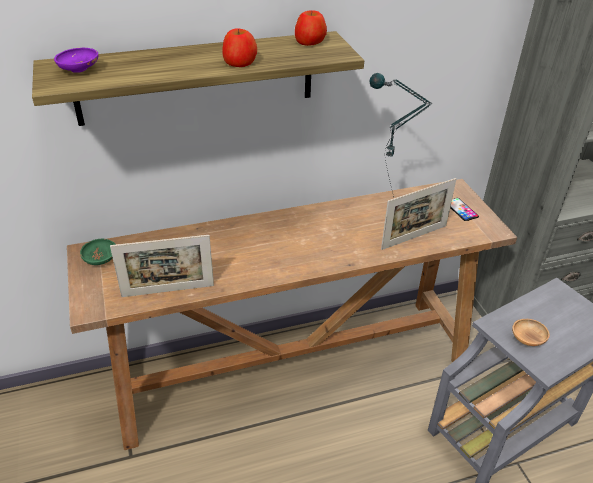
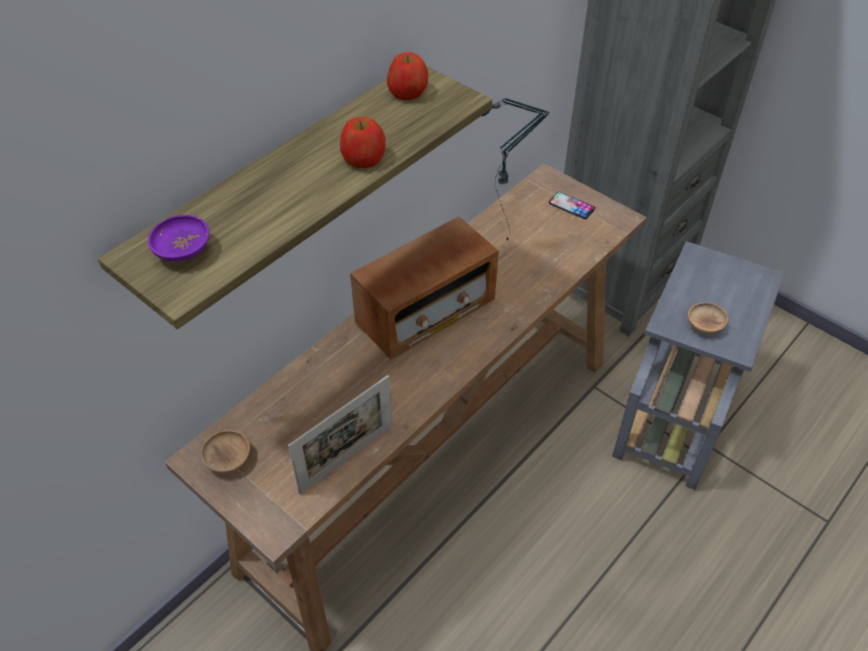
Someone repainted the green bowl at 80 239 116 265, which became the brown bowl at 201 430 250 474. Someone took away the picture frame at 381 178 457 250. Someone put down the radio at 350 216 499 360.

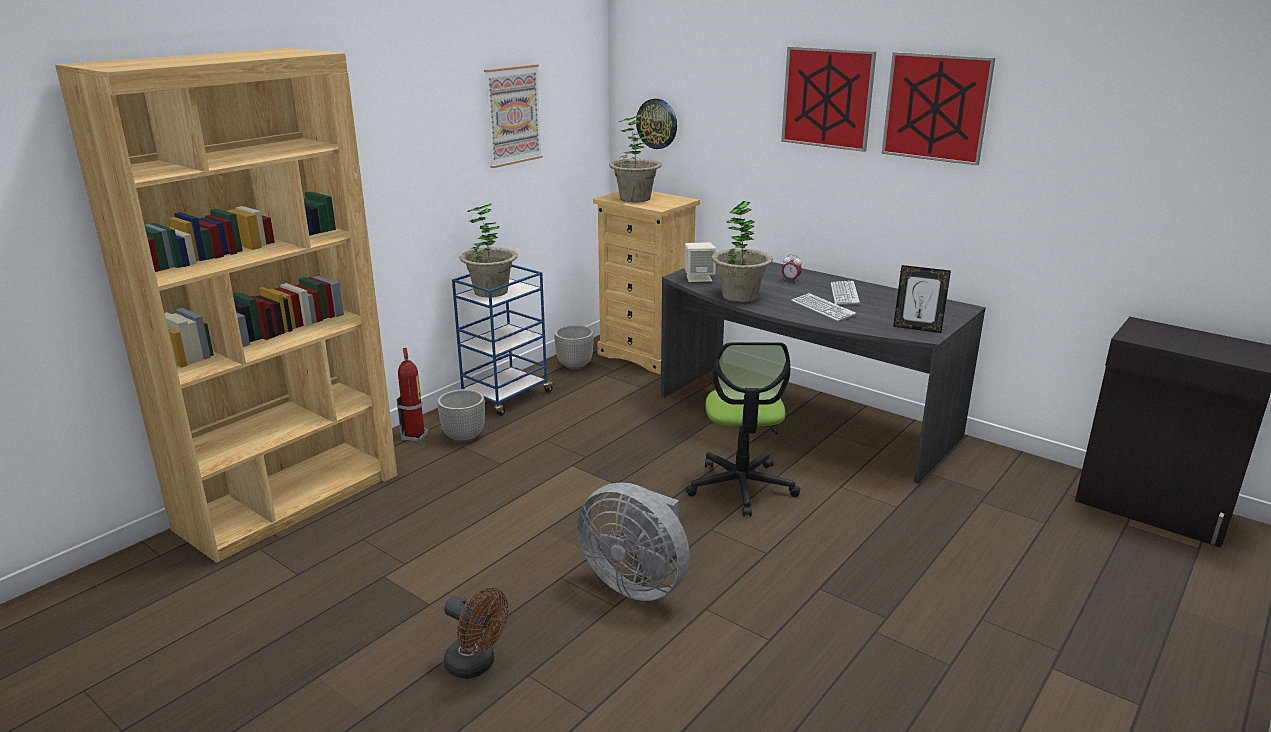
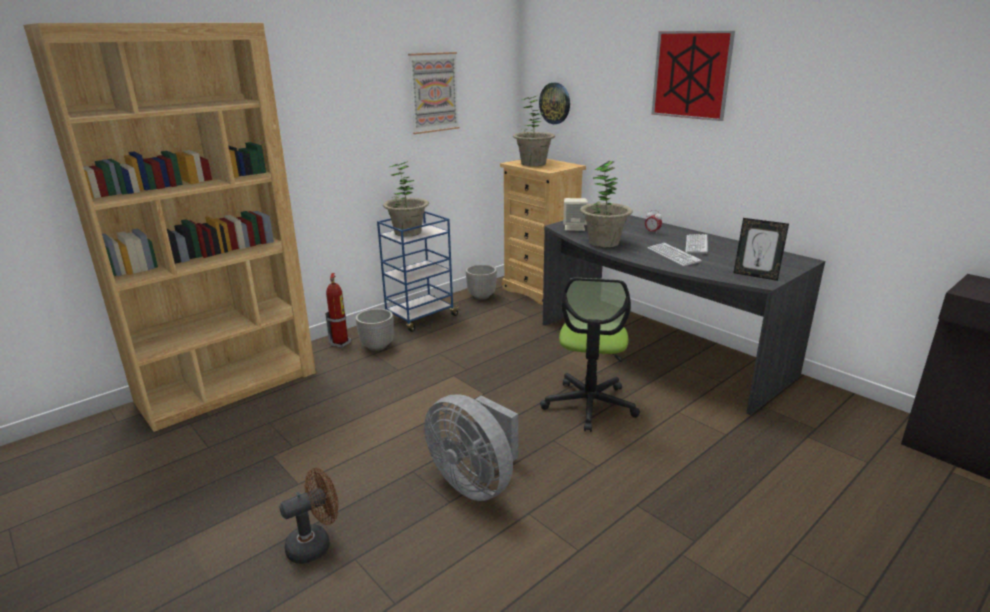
Someone rotated the brown fan at 444 587 508 679 by 75 degrees counterclockwise. Someone took away the picture at 882 52 995 165.

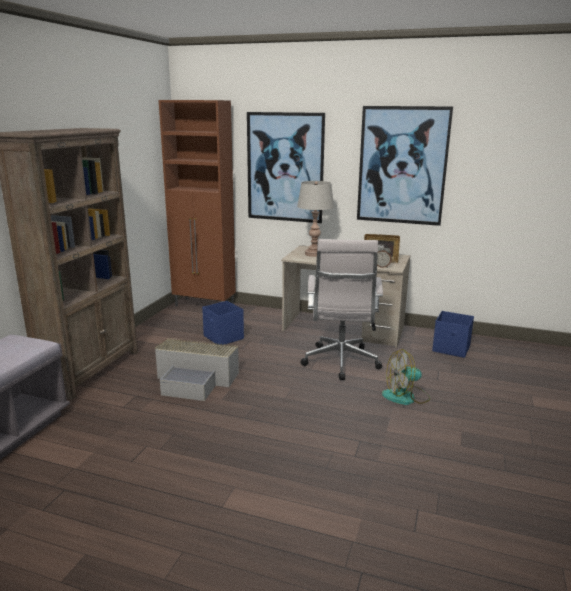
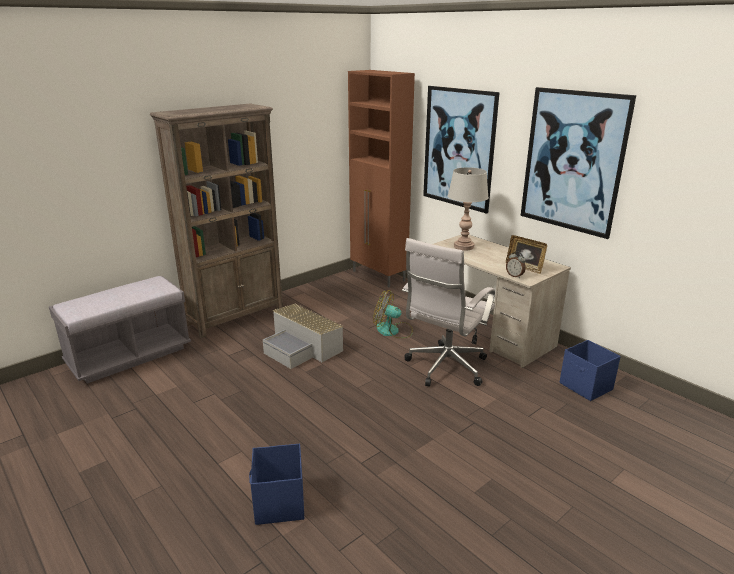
Someone carried the blue storage box from 202 301 244 345 to 249 444 304 525. Someone carried the fan from 382 349 430 405 to 373 290 413 338.

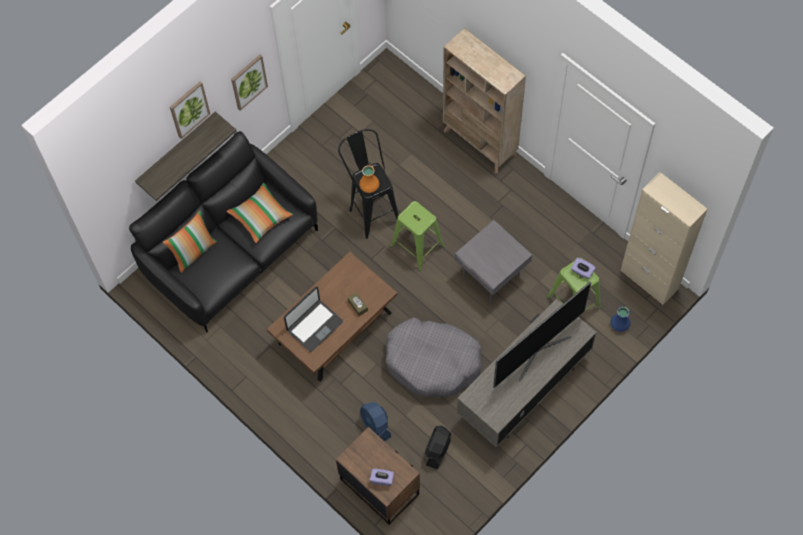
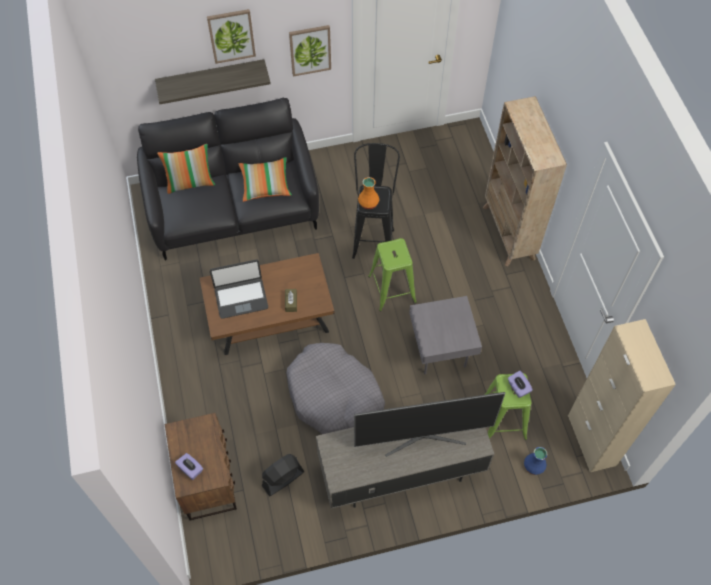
Someone took away the blue fan at 360 402 391 441.

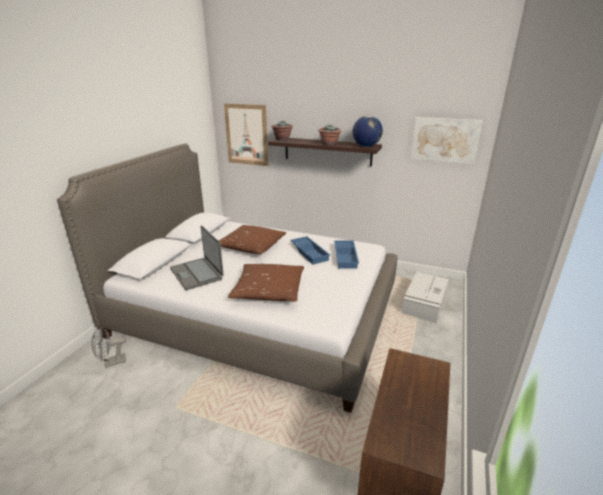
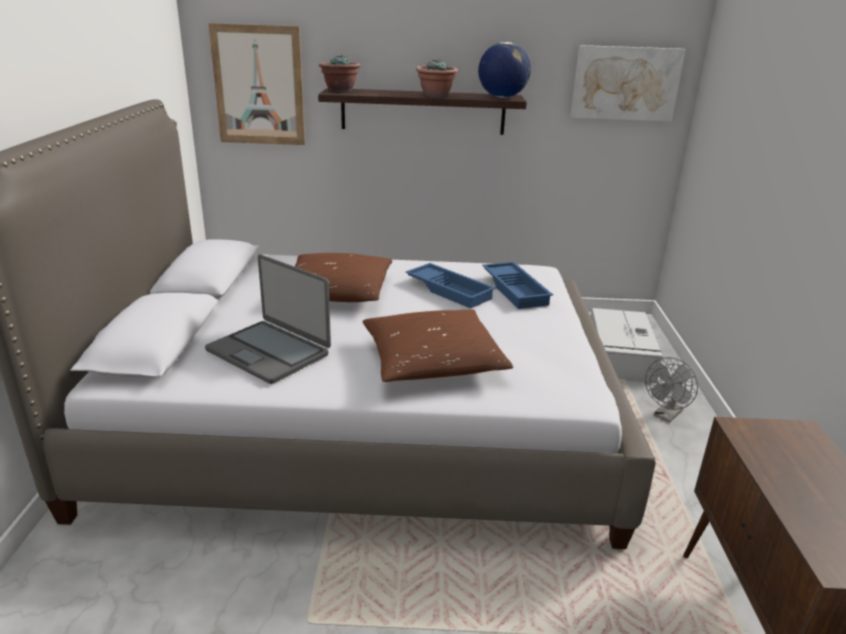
Someone carried the grey fan from 92 326 126 368 to 645 357 698 423.

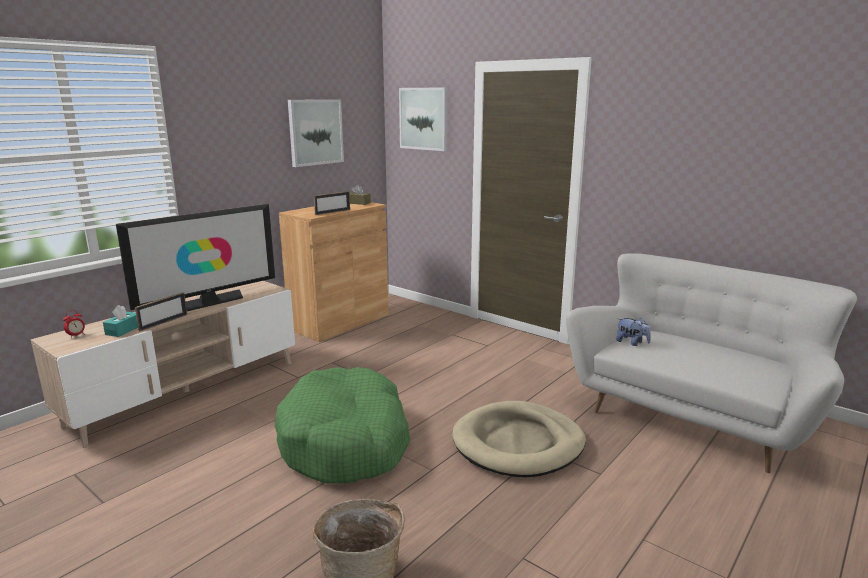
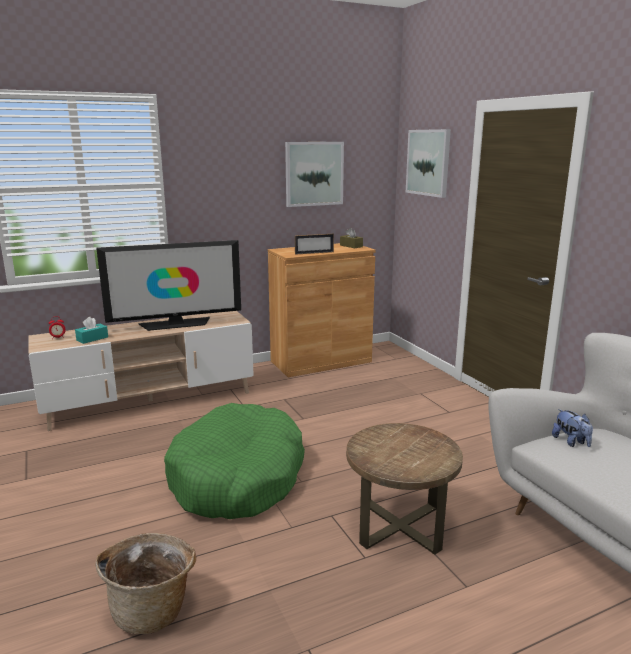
Someone took away the picture frame at 135 292 187 331. Someone swapped the beige dog bed at 452 401 586 478 for the brown side table at 346 423 463 555.

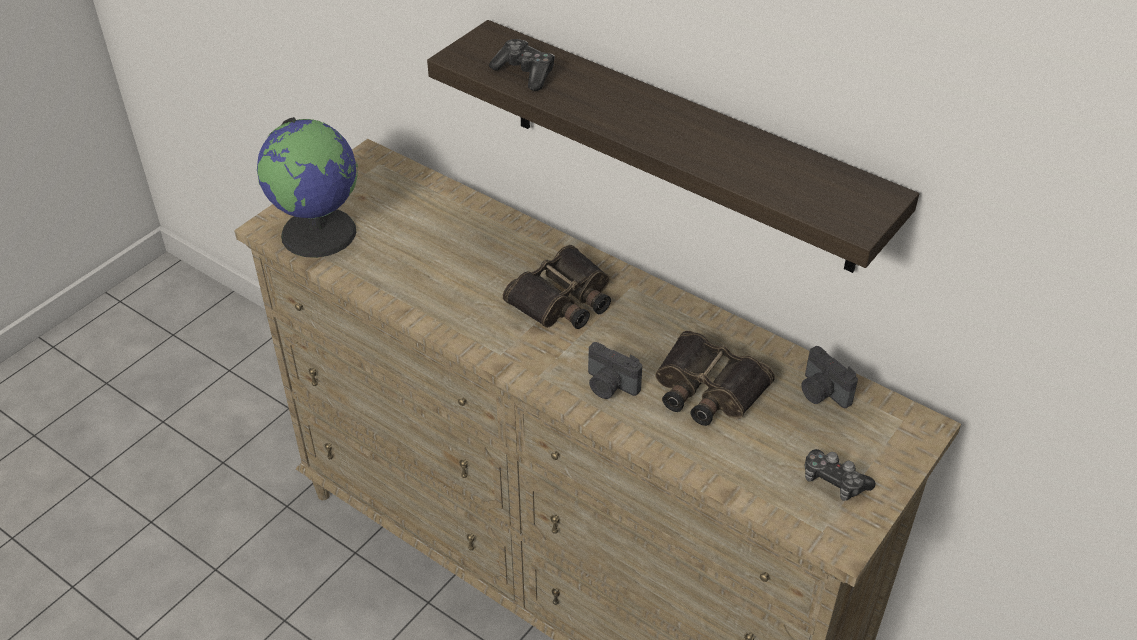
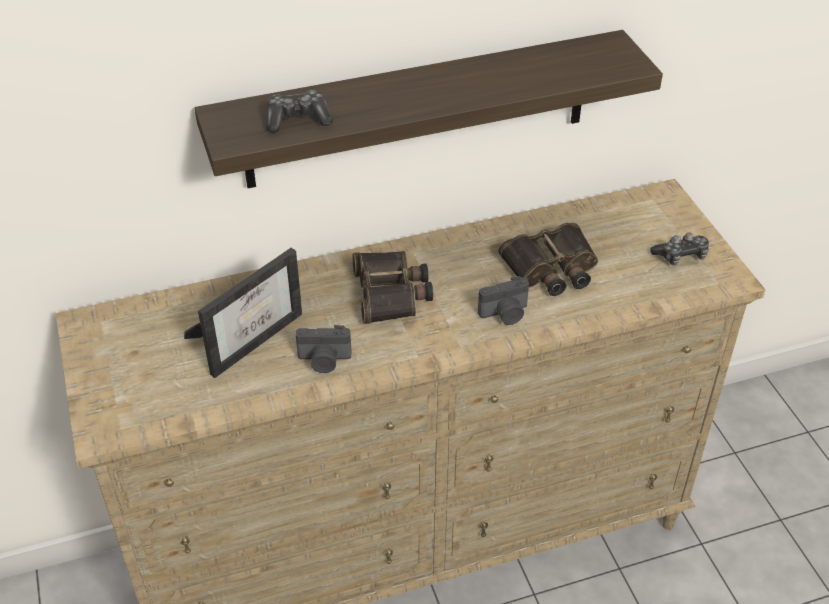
Someone took away the globe at 257 117 358 258. Someone carried the photo camera from 801 346 858 408 to 296 325 351 373. Someone put down the picture frame at 184 248 302 378.

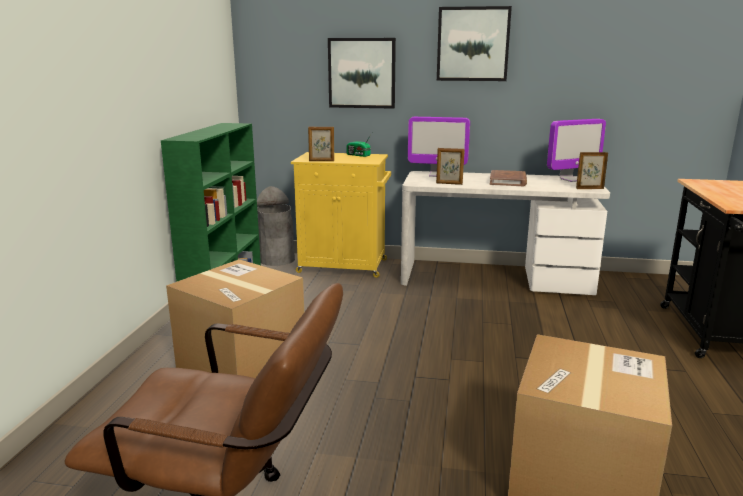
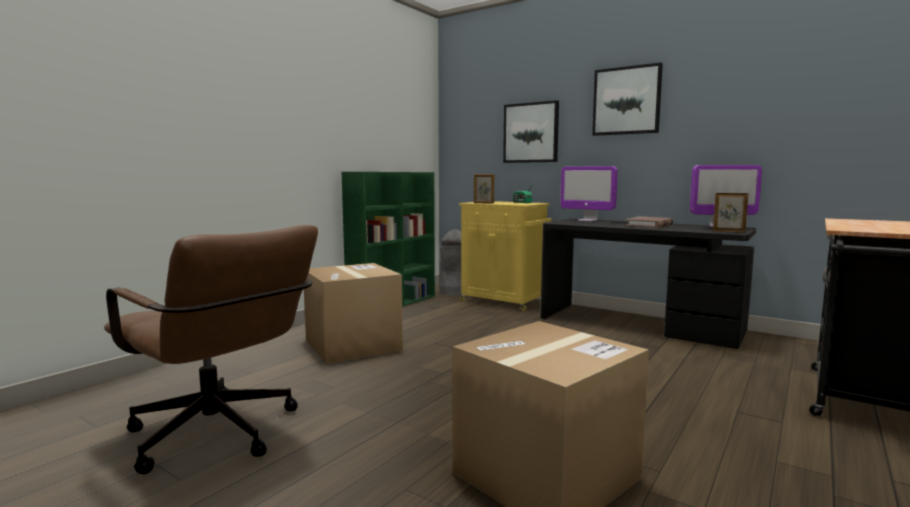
Someone repainted the white desk at 401 171 610 295, which became the black desk at 540 219 756 349. Someone took away the picture frame at 436 148 465 185.

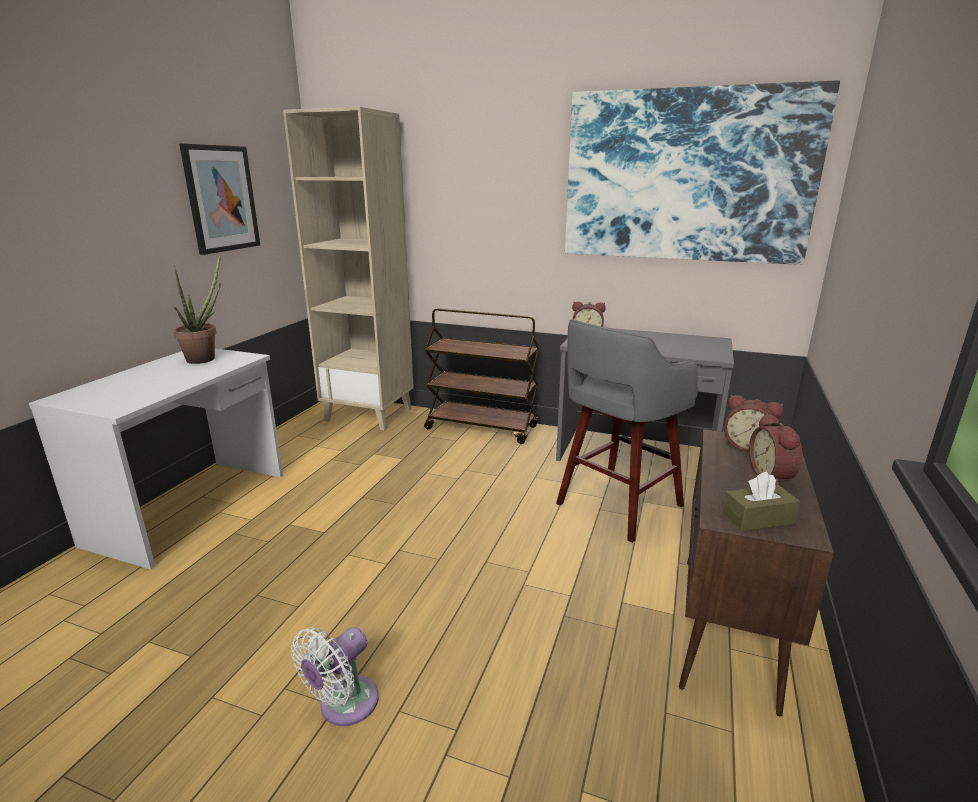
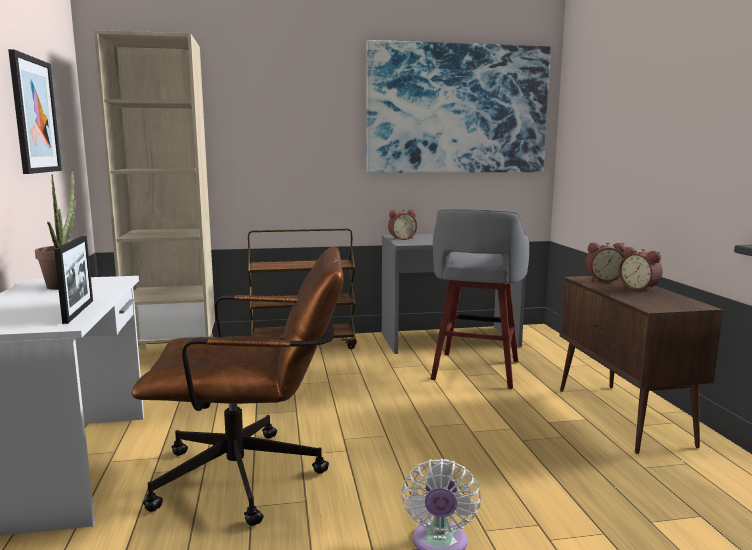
Someone took away the brown tissue box at 722 472 800 531. Someone put down the picture frame at 54 236 93 324. Someone put down the brown office chair at 132 246 344 526.

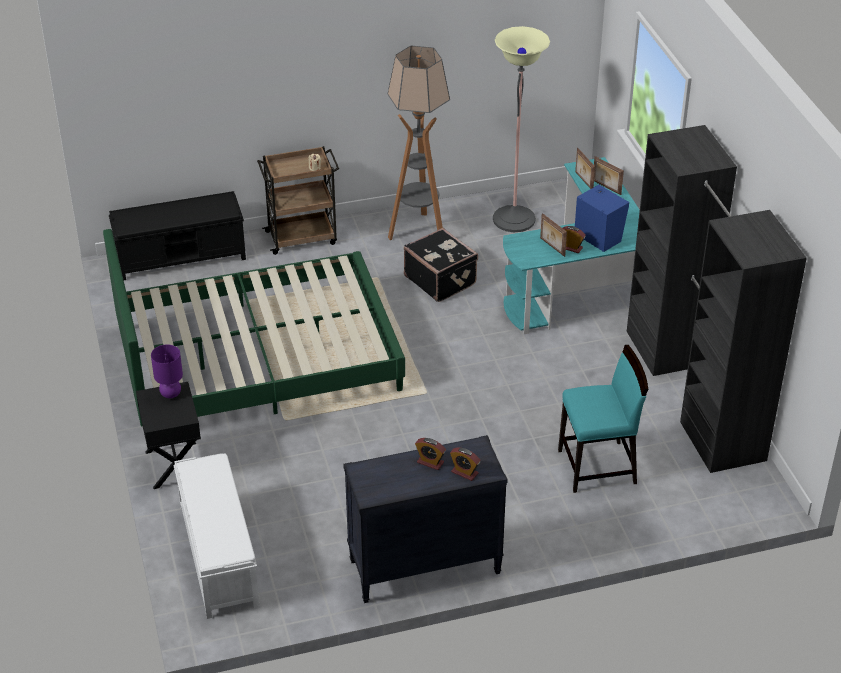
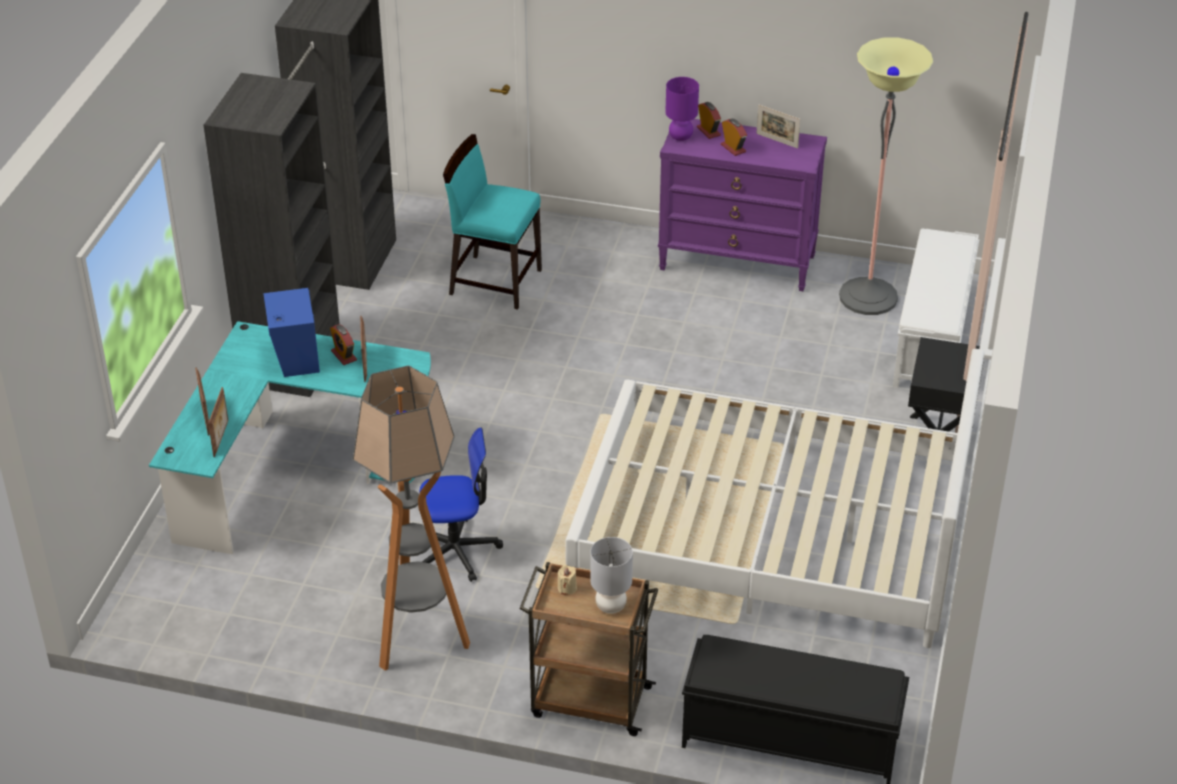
Someone repainted the green bed at 103 229 405 427, which became the white bed at 565 349 984 648. Someone carried the purple table lamp from 151 344 183 398 to 665 77 699 141. Someone repainted the black dresser at 343 435 508 603, which became the purple dresser at 658 119 827 291. Someone swapped the black suitcase at 404 228 478 302 for the office chair at 419 427 503 582. Someone carried the floor lamp from 493 26 550 232 to 839 37 933 315. Someone put down the grey table lamp at 590 537 633 614. Someone put down the picture frame at 756 105 800 149.

